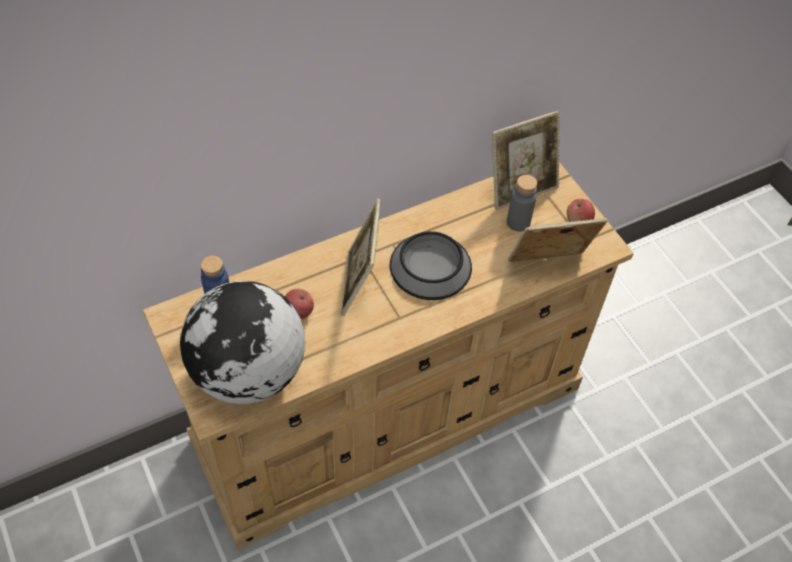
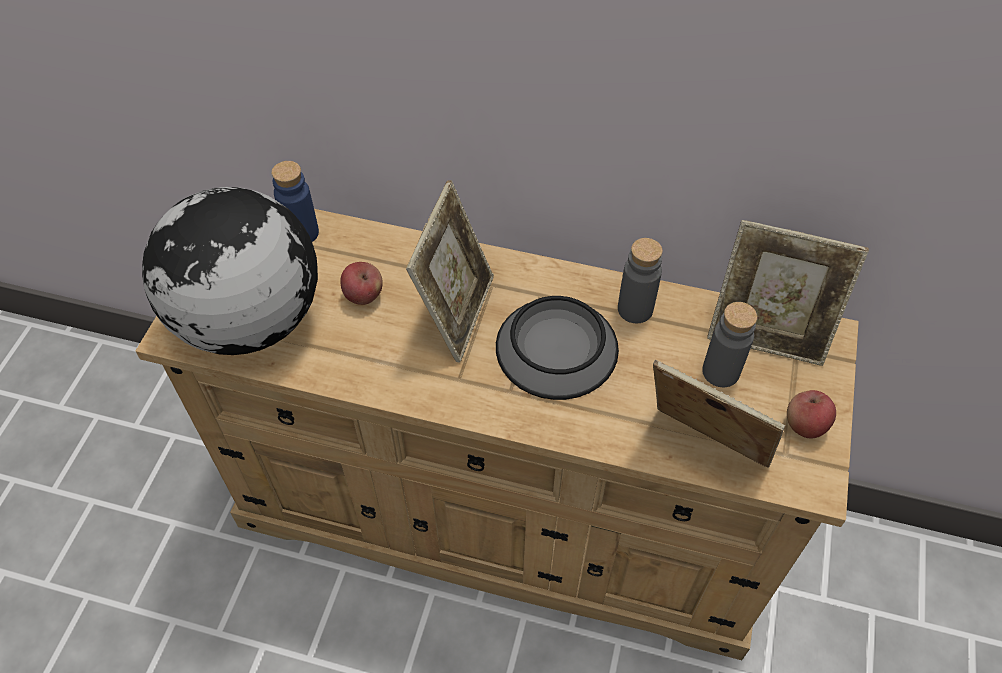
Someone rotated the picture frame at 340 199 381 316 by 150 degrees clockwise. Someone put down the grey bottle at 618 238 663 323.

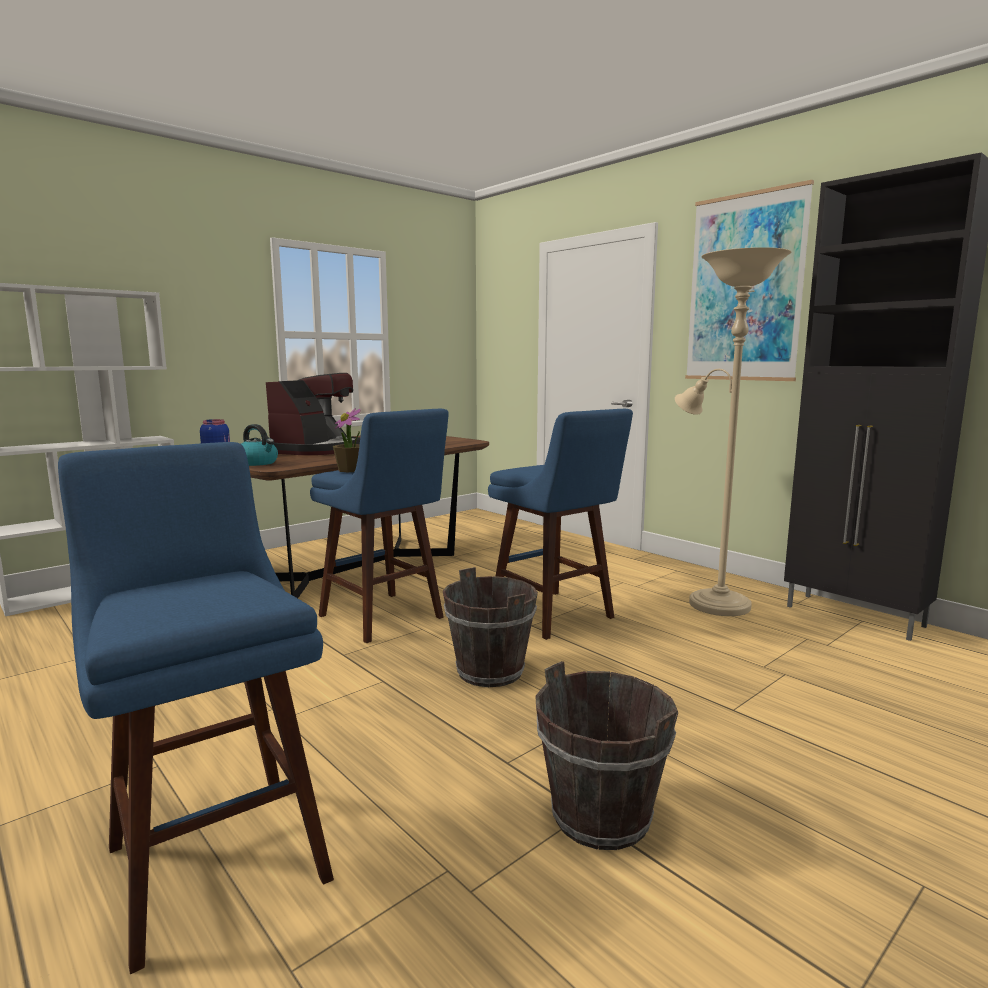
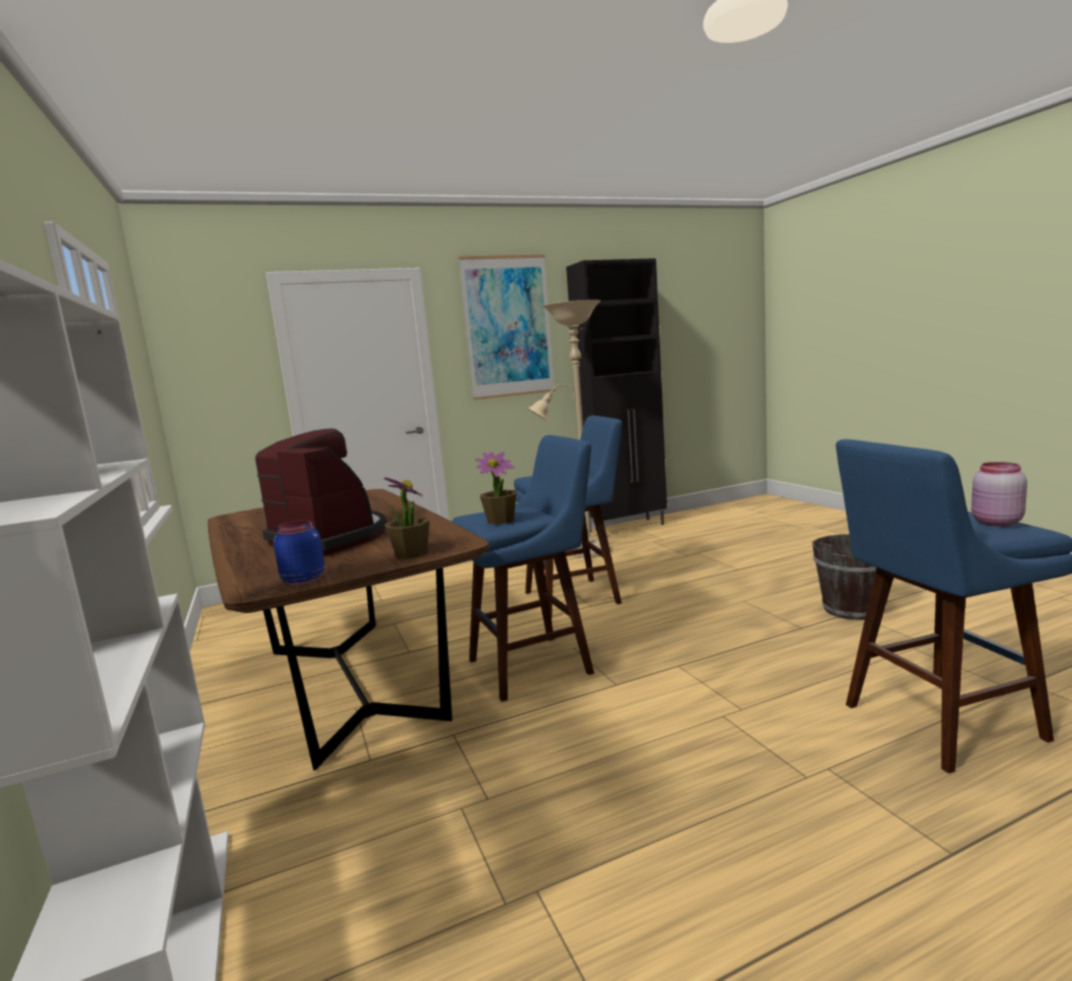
Someone swapped the kettle at 241 424 278 466 for the potted plant at 384 477 430 559. Someone took away the brown bucket at 443 567 538 687. Someone put down the pink jar at 971 462 1027 526.

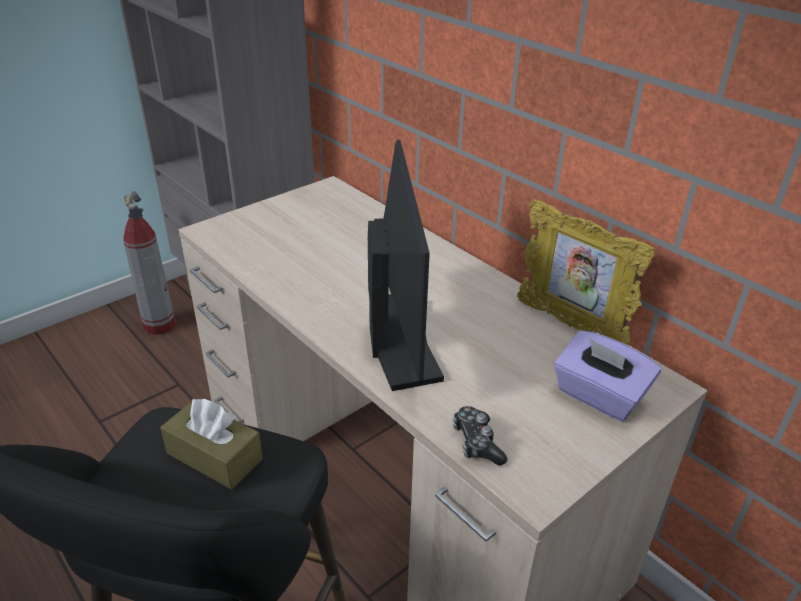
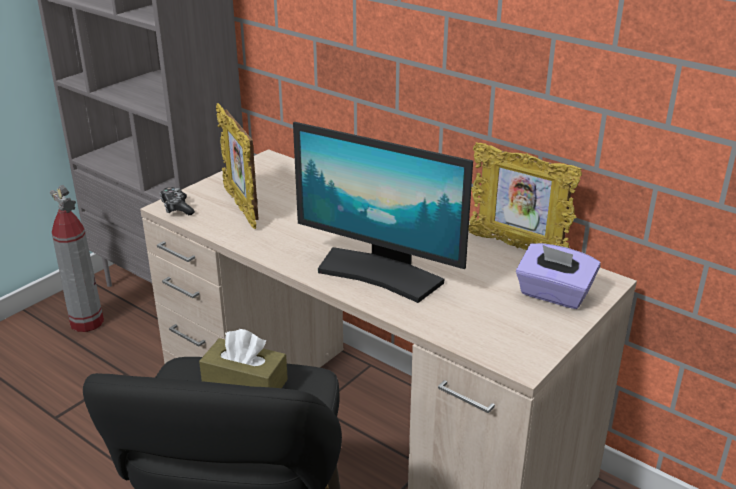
Someone rotated the monitor at 368 140 444 391 by 135 degrees clockwise. Someone carried the game controller from 453 406 508 466 to 160 187 195 215. Someone put down the picture frame at 216 103 259 229.

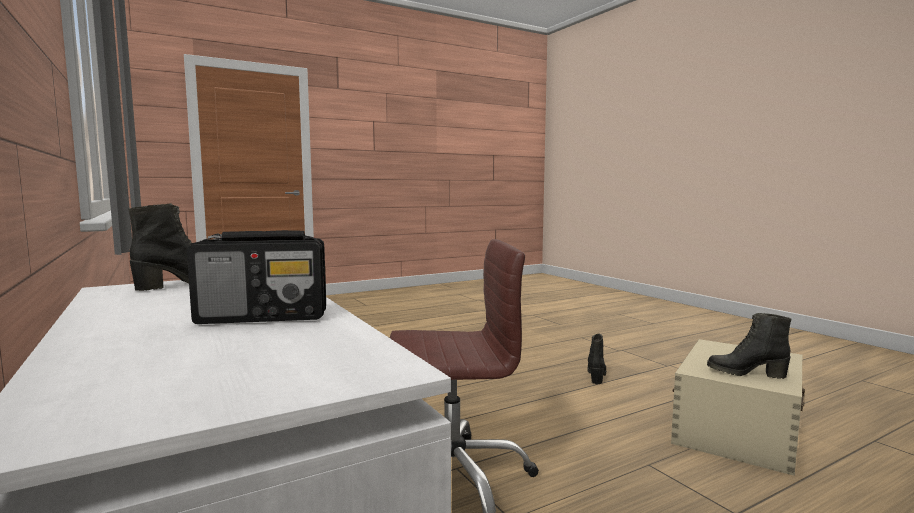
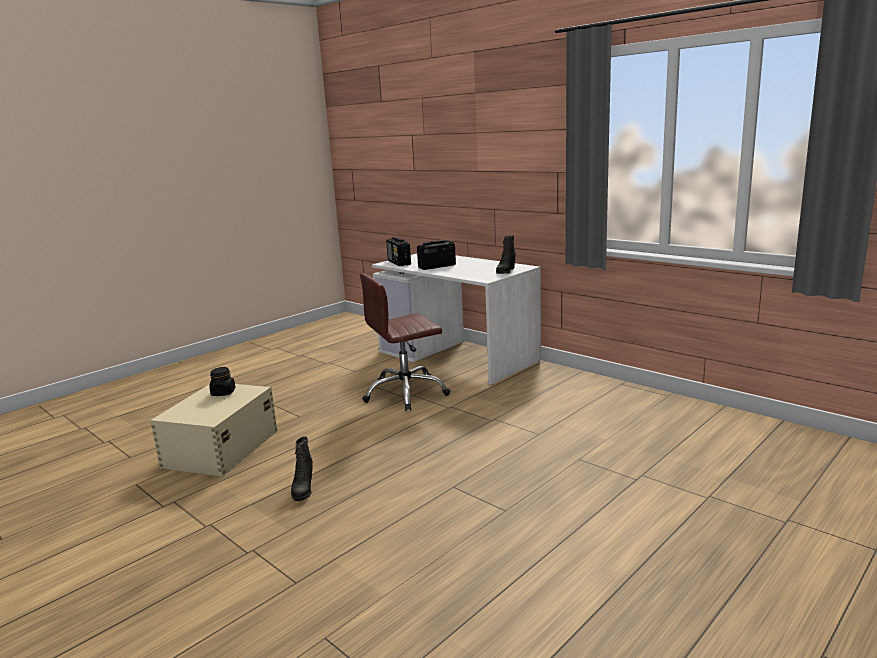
Someone swapped the black boot at 707 313 792 379 for the black jar at 209 367 236 396. Someone put down the radio at 386 237 411 266.

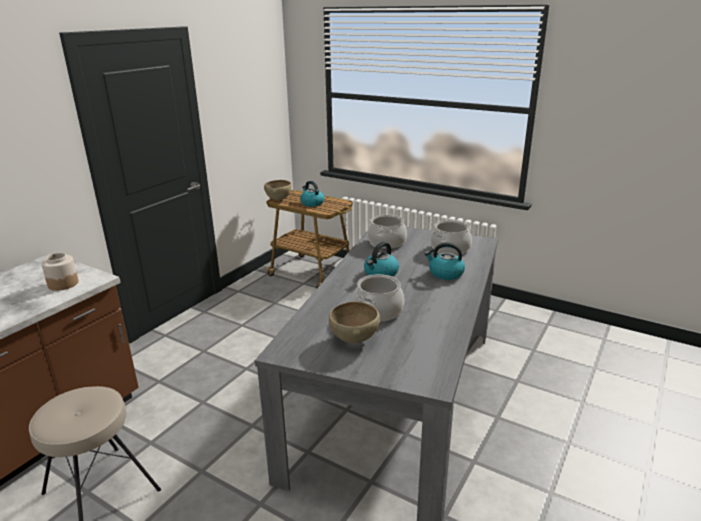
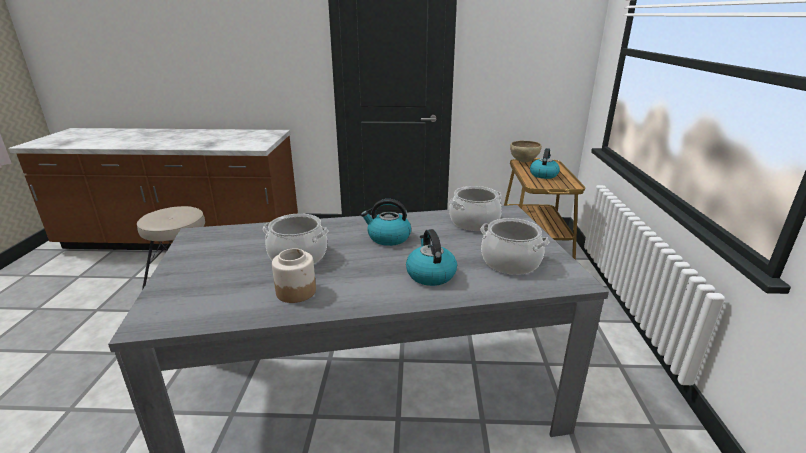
Someone carried the jar from 41 253 79 291 to 272 248 316 303. Someone took away the brown bowl at 329 301 380 343.

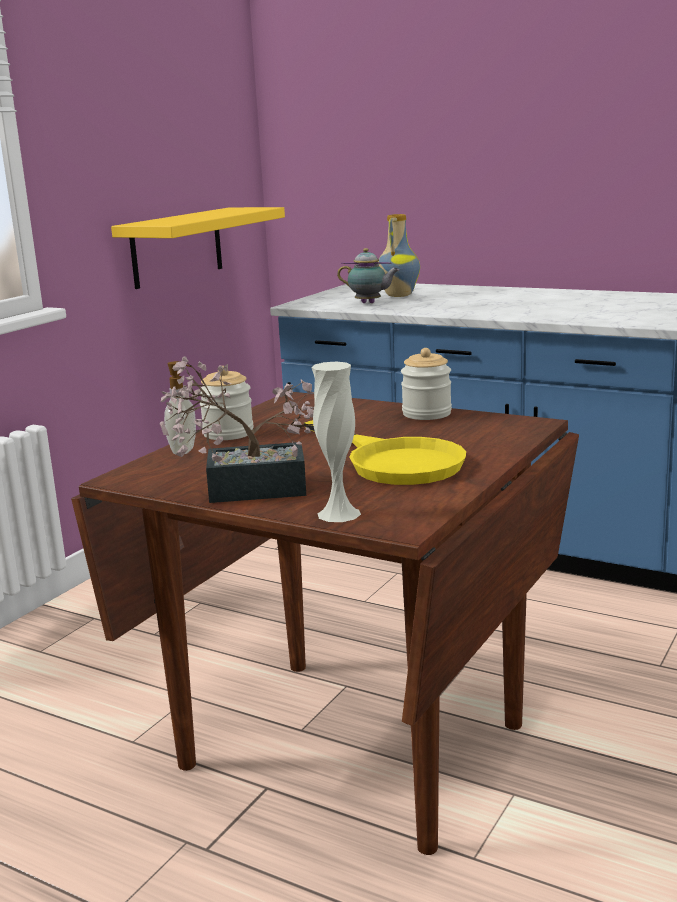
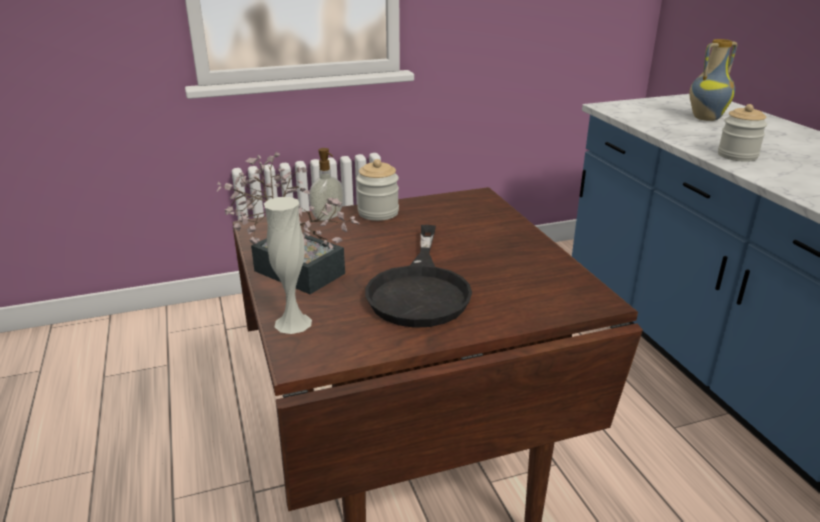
Someone took away the yellow shelf at 111 207 285 289. Someone repainted the yellow frying pan at 304 420 466 485, which became the black frying pan at 365 225 472 328. Someone took away the teapot at 337 248 399 303. Someone carried the jar from 401 348 452 420 to 718 104 767 162.

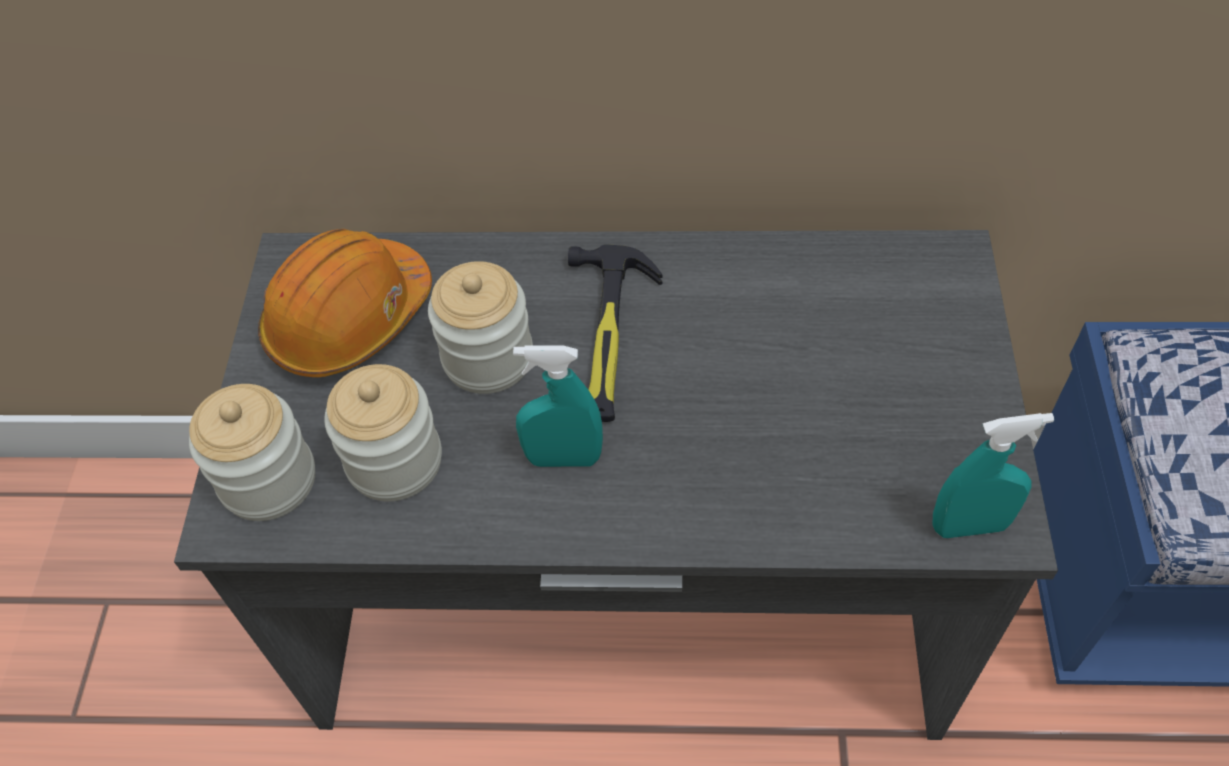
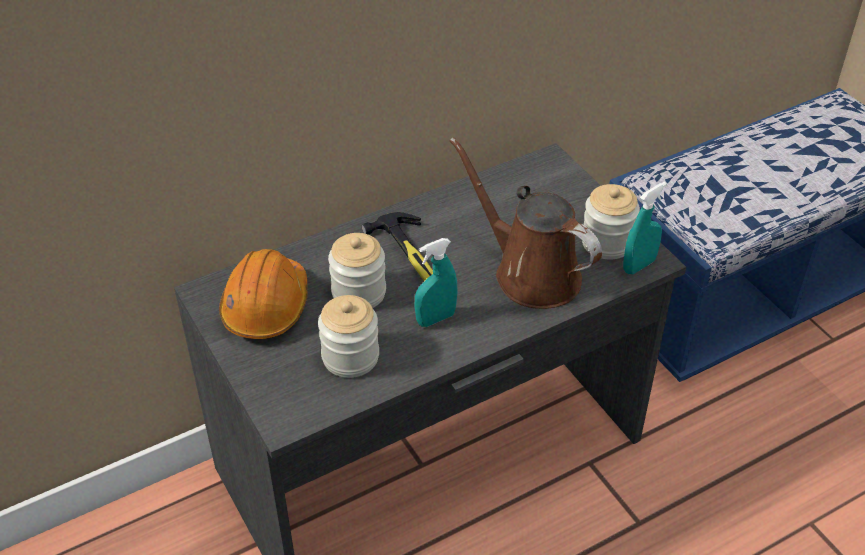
Someone carried the jar from 189 384 315 521 to 582 184 640 259. Someone put down the brown watering can at 450 137 602 309.

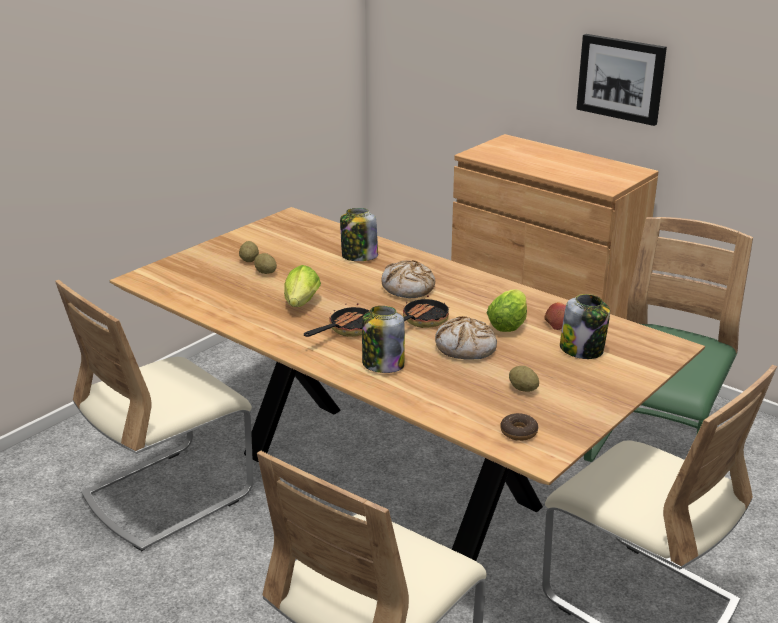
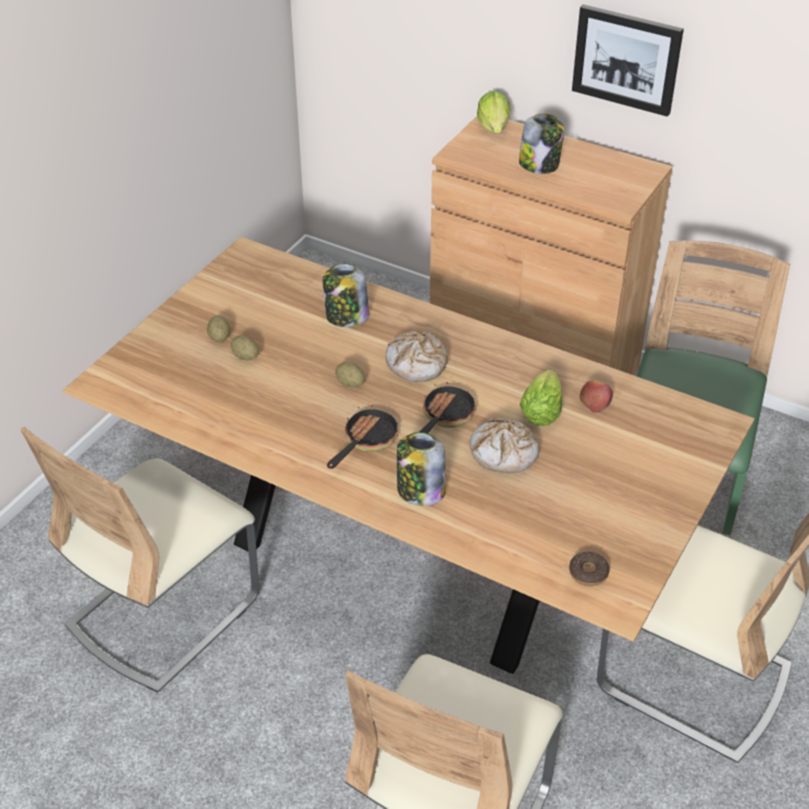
Someone carried the lettuce from 284 265 321 307 to 477 91 511 134. Someone carried the potato from 509 366 539 392 to 335 362 365 388. Someone carried the jar from 560 294 610 359 to 519 113 564 174.

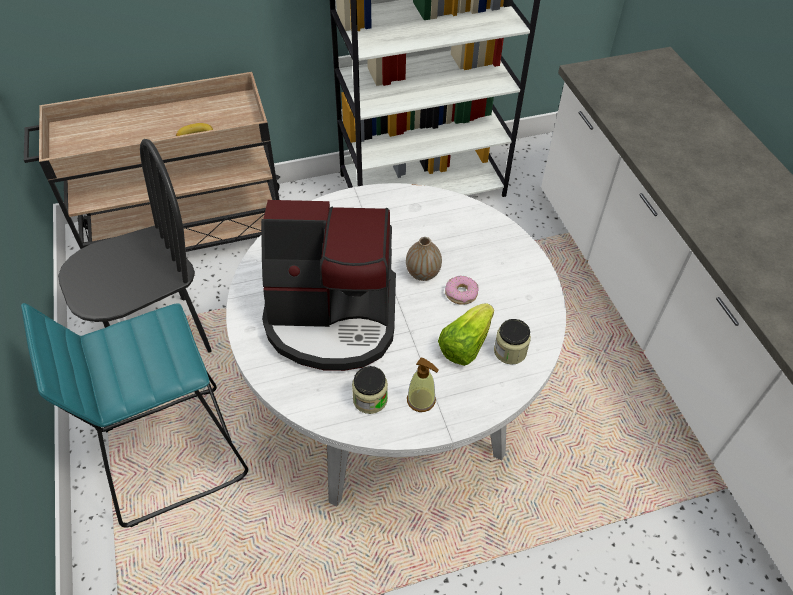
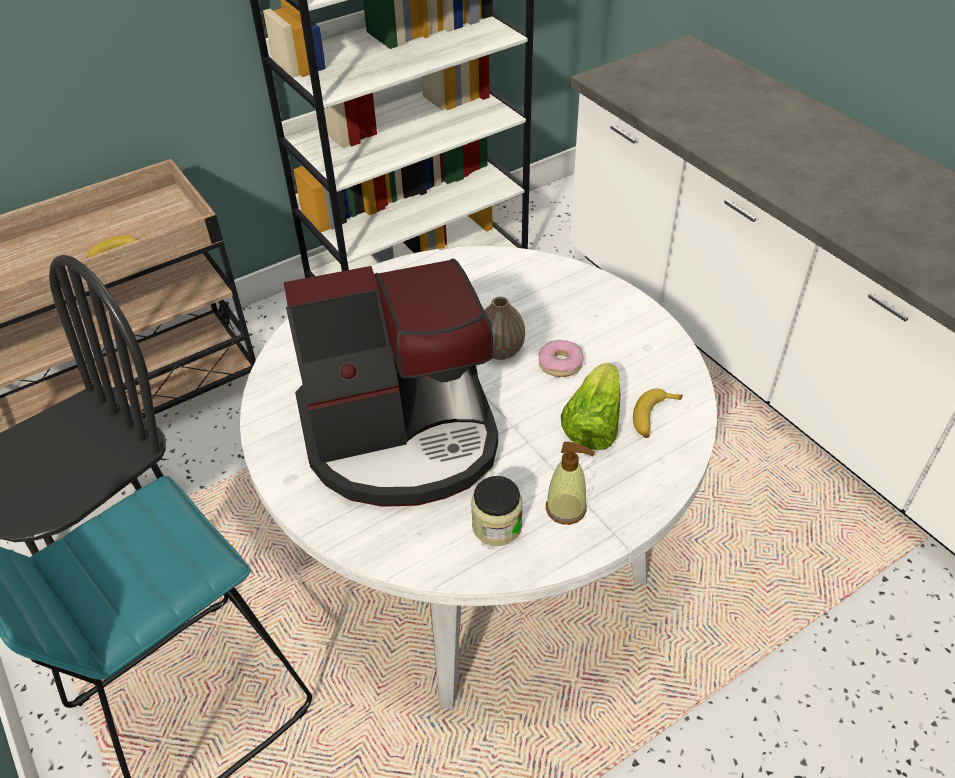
Someone swapped the jar at 494 319 531 365 for the banana at 633 388 683 438.

